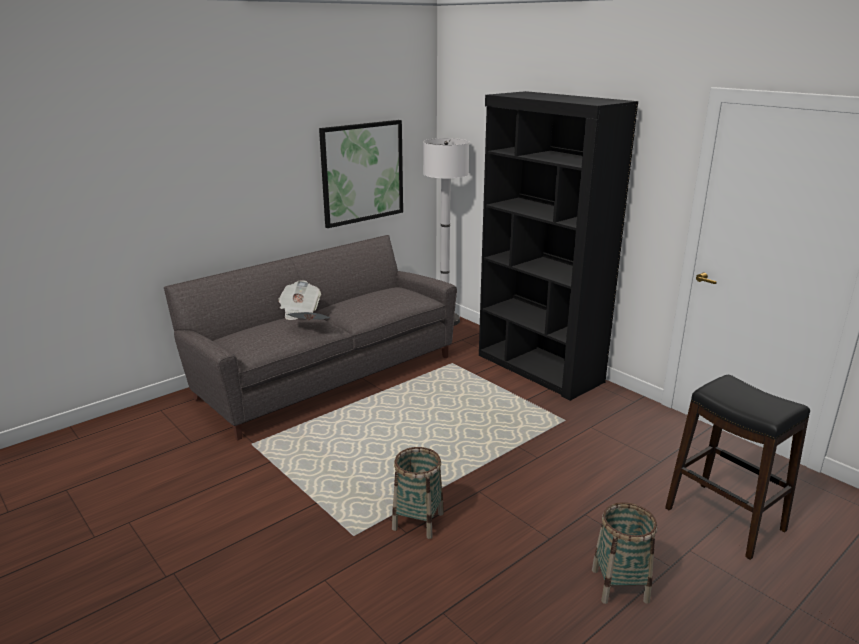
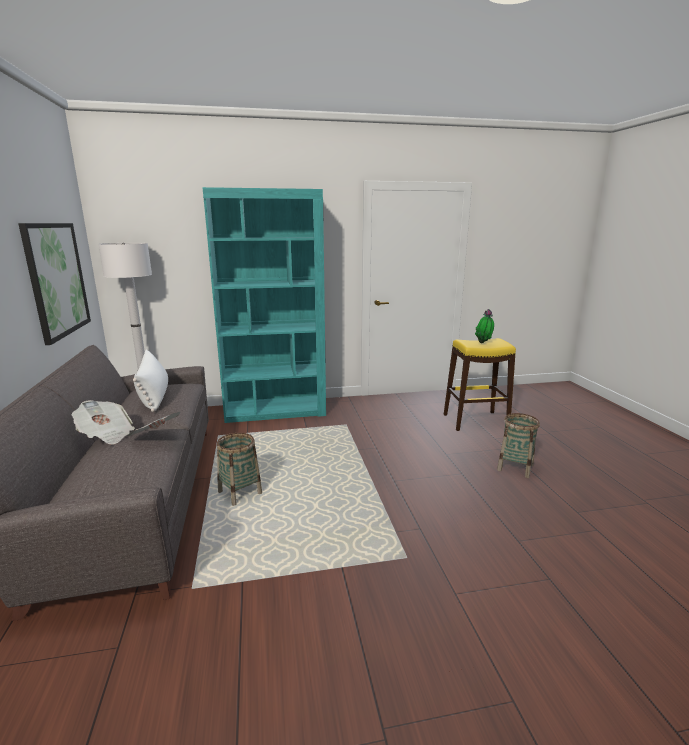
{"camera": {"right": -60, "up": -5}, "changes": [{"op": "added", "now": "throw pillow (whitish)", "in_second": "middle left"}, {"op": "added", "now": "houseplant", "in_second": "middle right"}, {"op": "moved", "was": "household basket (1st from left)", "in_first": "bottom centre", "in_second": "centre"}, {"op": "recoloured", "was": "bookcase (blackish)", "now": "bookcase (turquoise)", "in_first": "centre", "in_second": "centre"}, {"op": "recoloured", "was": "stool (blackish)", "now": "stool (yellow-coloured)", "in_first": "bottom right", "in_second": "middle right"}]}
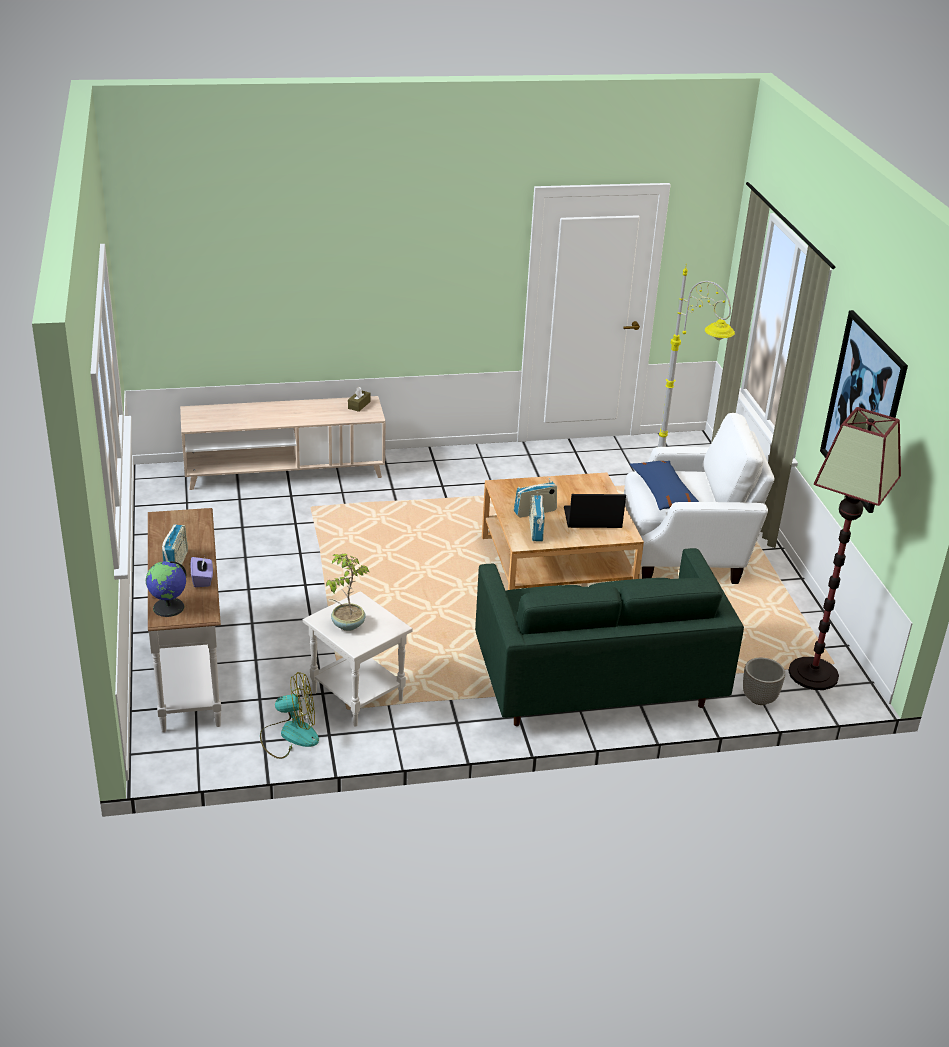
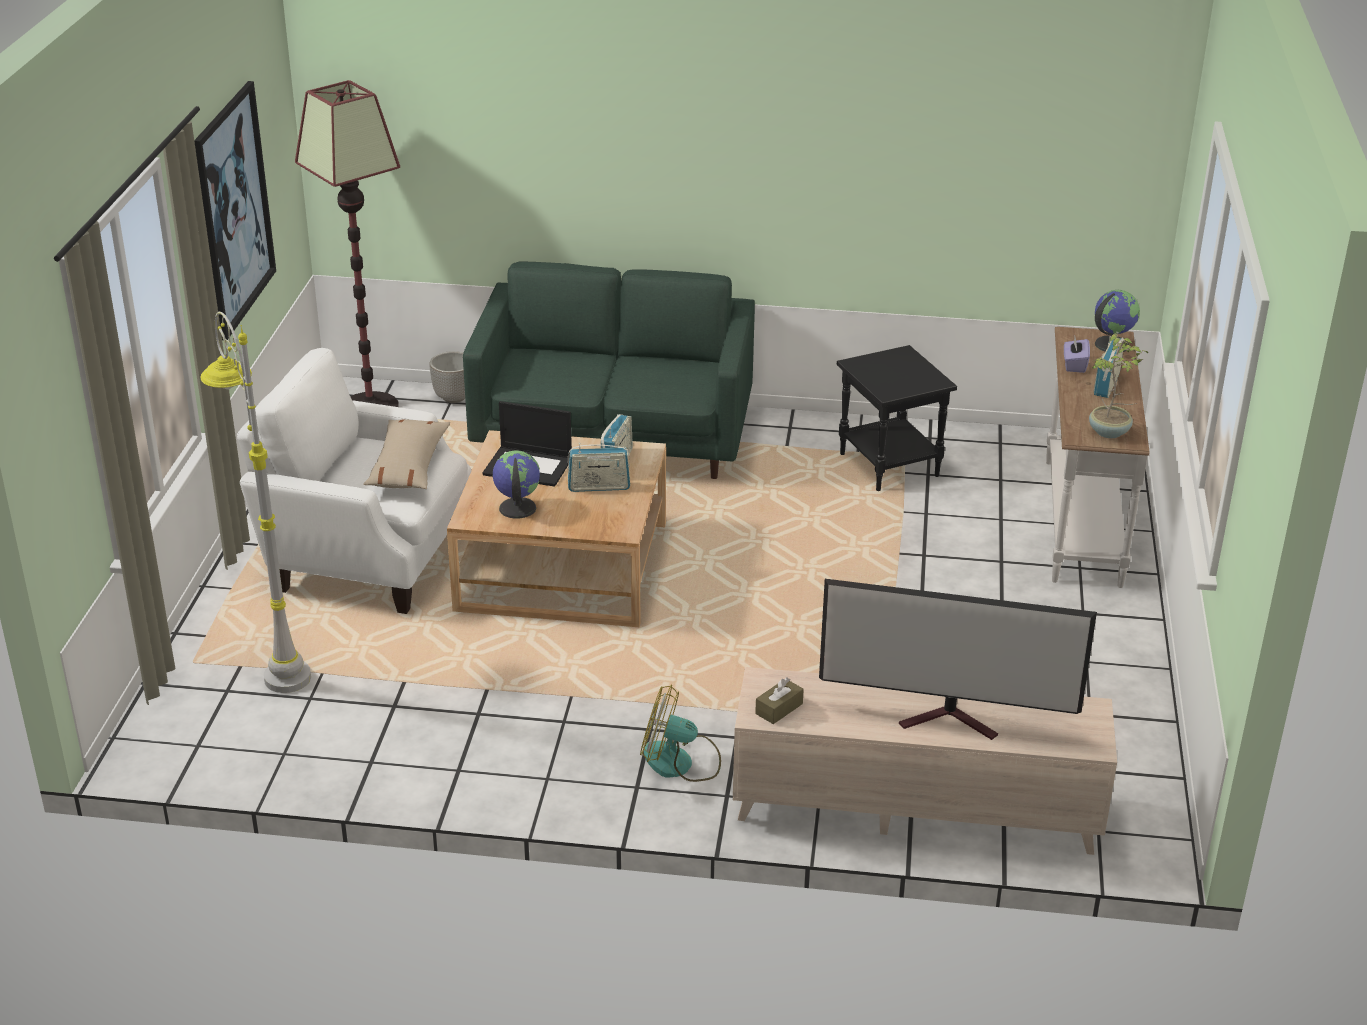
{"camera": {"right": -160, "up": 0}, "changes": [{"op": "added", "now": "globe (1st from left)", "in_second": "centre"}, {"op": "added", "now": "TV set", "in_second": "middle right"}, {"op": "moved", "was": "fan", "in_first": "bottom left", "in_second": "bottom centre"}, {"op": "moved", "was": "houseplant", "in_first": "centre", "in_second": "middle right"}, {"op": "recoloured", "was": "side table (whitish)", "now": "side table (blackish)", "in_first": "centre", "in_second": "centre"}, {"op": "recoloured", "was": "throw pillow (bluish)", "now": "throw pillow (sand-coloured)", "in_first": "middle right", "in_second": "middle left"}]}
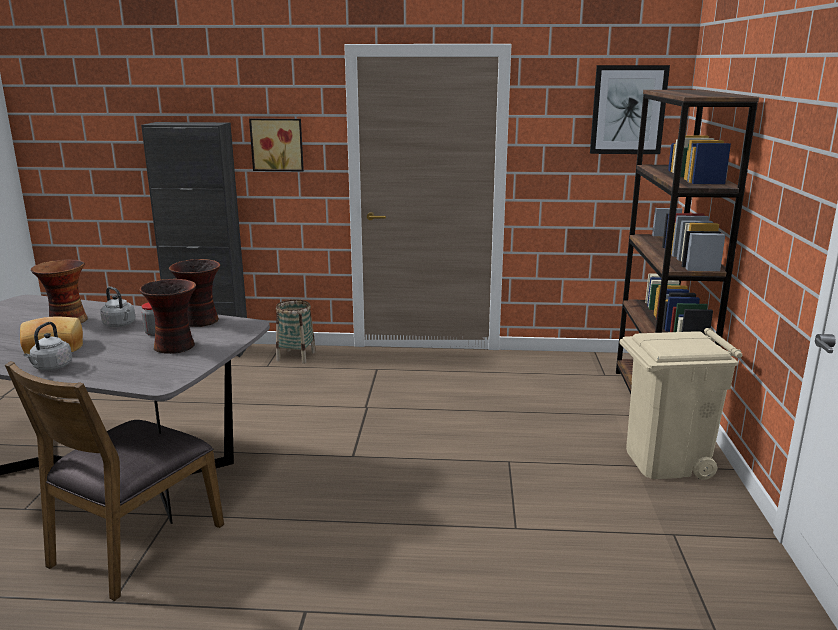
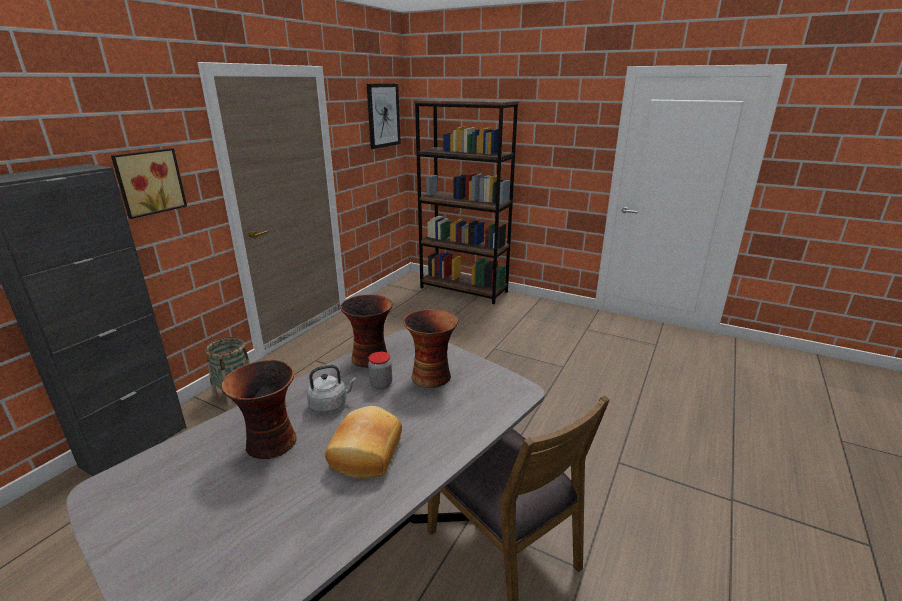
{"camera": {"right": -65, "up": 5}, "changes": [{"op": "removed", "was": "water kettle (grey) (1st from left)", "in_first": "middle left"}, {"op": "removed", "was": "trash can (sand-coloured)", "in_first": "middle right"}]}
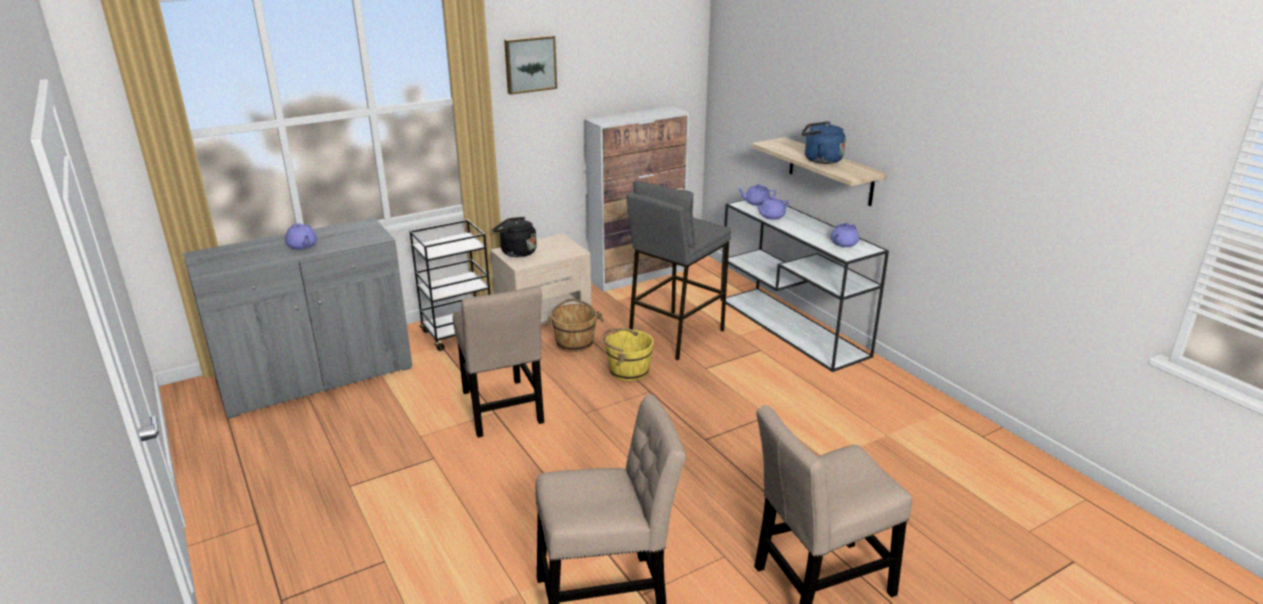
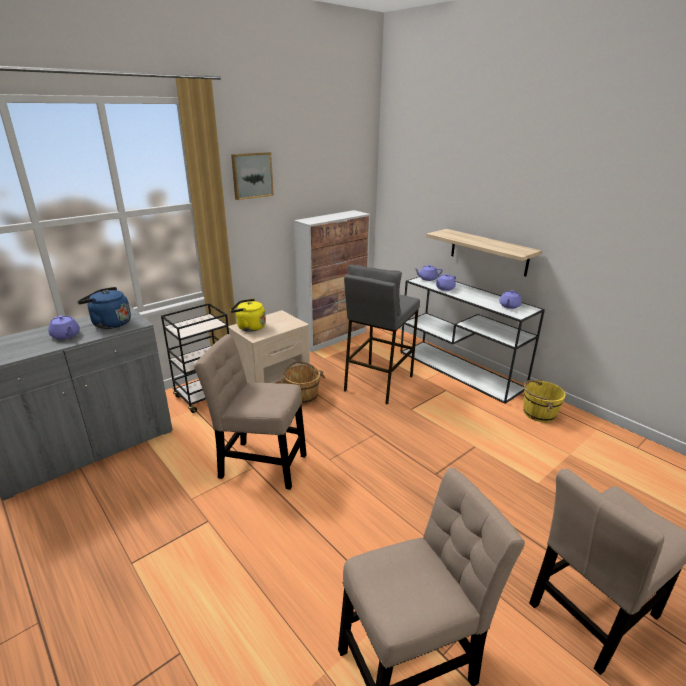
{"camera": {"right": -10, "up": 0}, "changes": [{"op": "moved", "was": "pail (yellow-coloured)", "in_first": "centre", "in_second": "middle right"}, {"op": "moved", "was": "water kettle (bluish)", "in_first": "top centre", "in_second": "middle left"}, {"op": "recoloured", "was": "water kettle (blackish)", "now": "water kettle (yellow-coloured)", "in_first": "centre", "in_second": "centre"}, {"op": "turned", "was": "upright chair (sand-coloured) (1st from left)", "in_first": "centre", "in_second": "centre", "clockwise": 135}]}
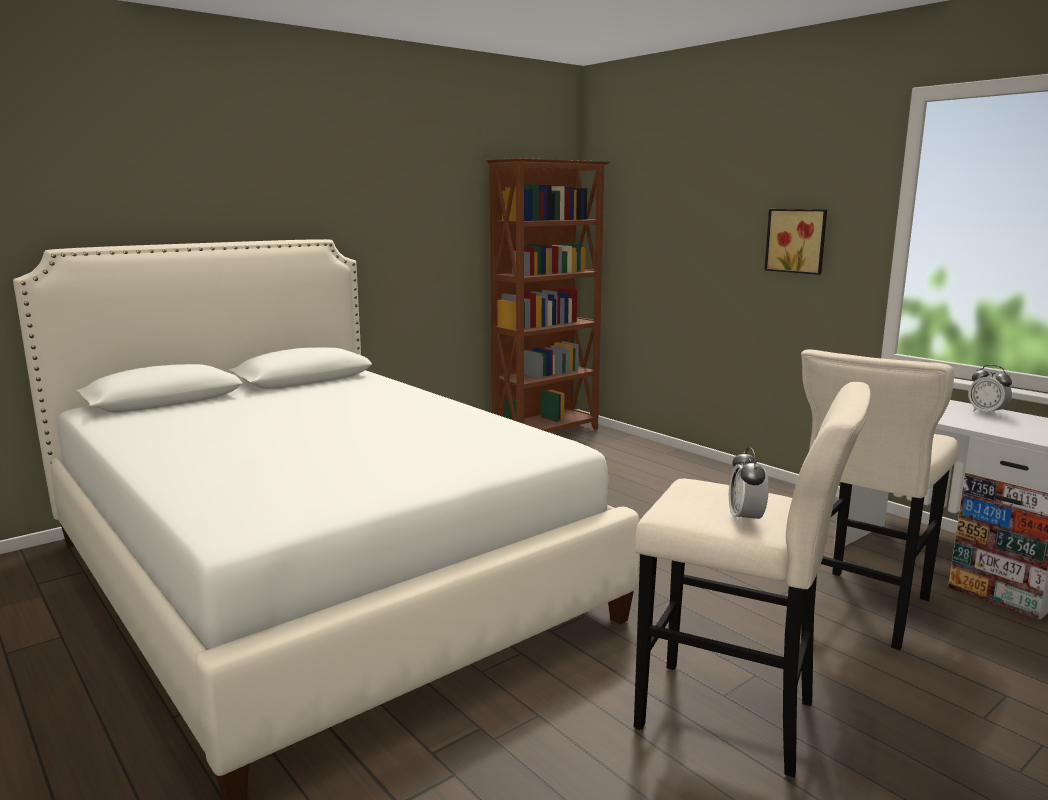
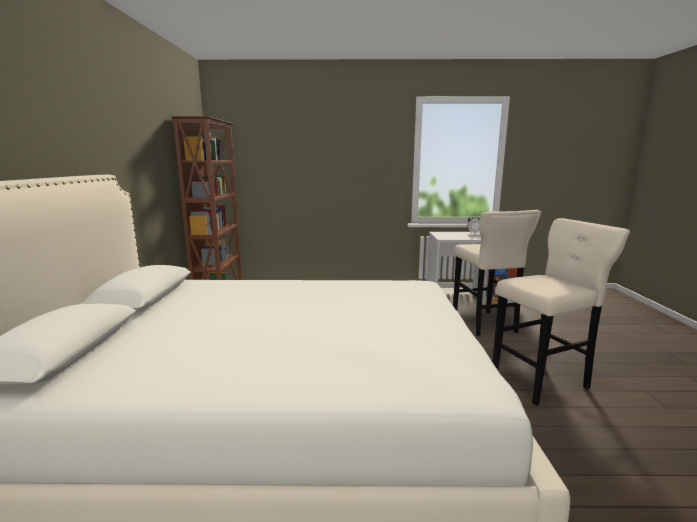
{"camera": {"right": -50, "up": 0}, "changes": [{"op": "removed", "was": "table clock (1st from left)", "in_first": "middle right"}, {"op": "removed", "was": "wall picture", "in_first": "top right"}]}
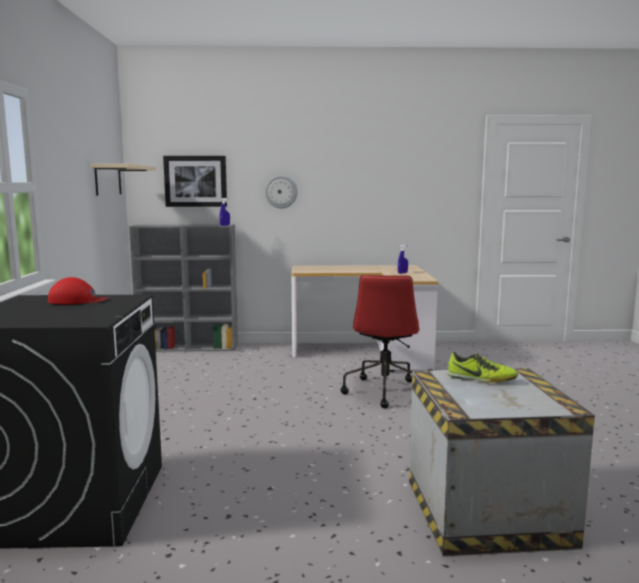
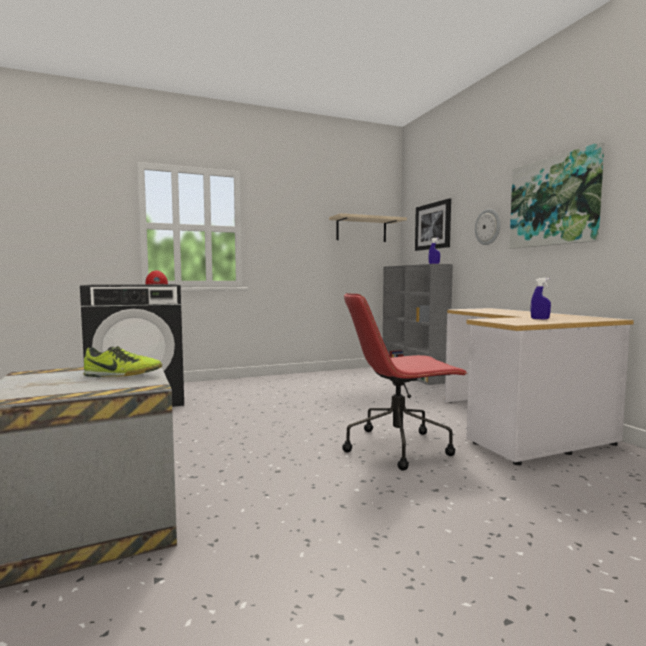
{"camera": {"right": 70, "up": -5}, "changes": [{"op": "added", "now": "wall picture (2nd from left)", "in_second": "top right"}, {"op": "turned", "was": "low shoe", "in_first": "middle right", "in_second": "middle left", "clockwise": -90}]}
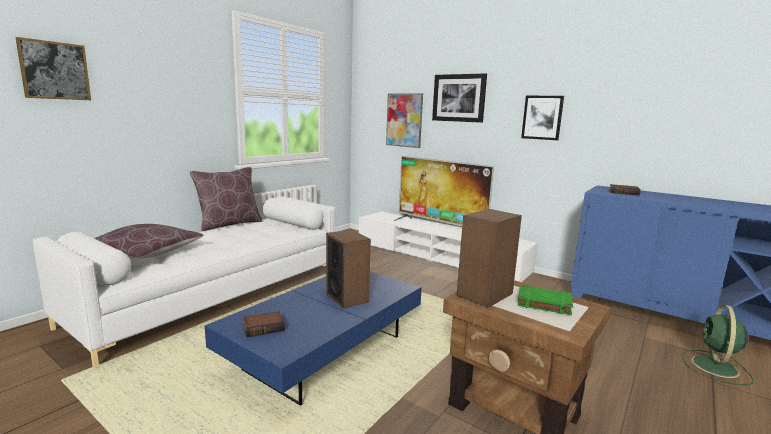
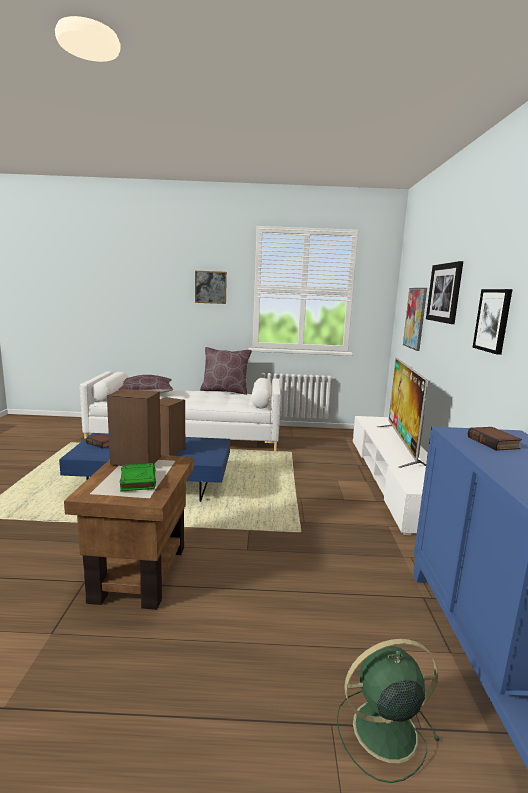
{"camera": {"right": 55, "up": 0}, "changes": [{"op": "moved", "was": "wall picture (1st from left)", "in_first": "top left", "in_second": "centre"}]}
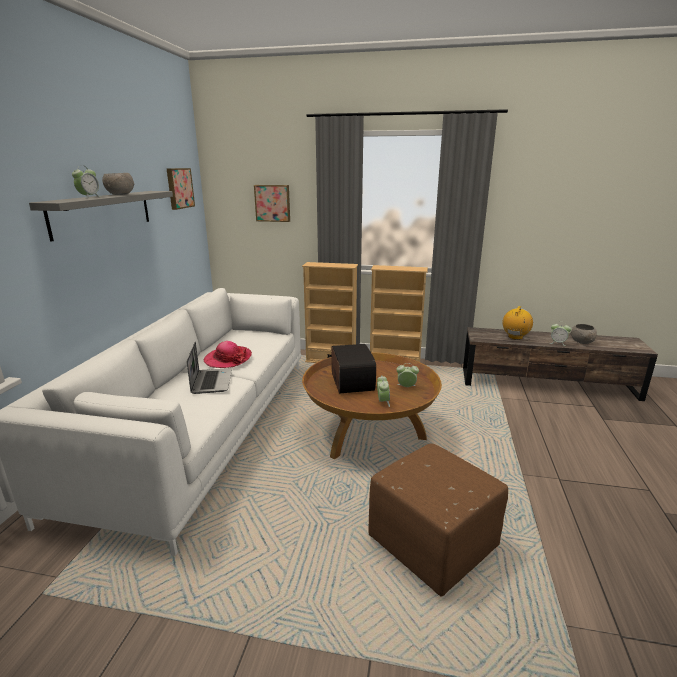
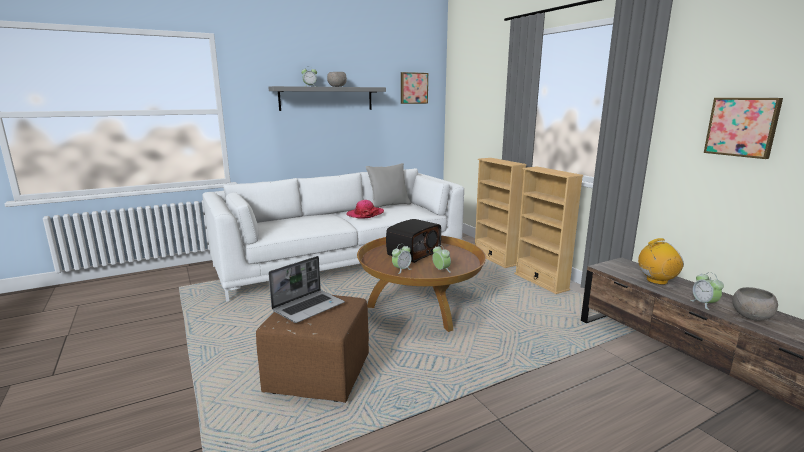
{"camera": {"right": 50, "up": -5}, "changes": [{"op": "added", "now": "throw pillow (grey)", "in_second": "centre"}, {"op": "moved", "was": "laptop", "in_first": "middle left", "in_second": "centre"}, {"op": "moved", "was": "wall picture (2nd from left)", "in_first": "top centre", "in_second": "top right"}]}
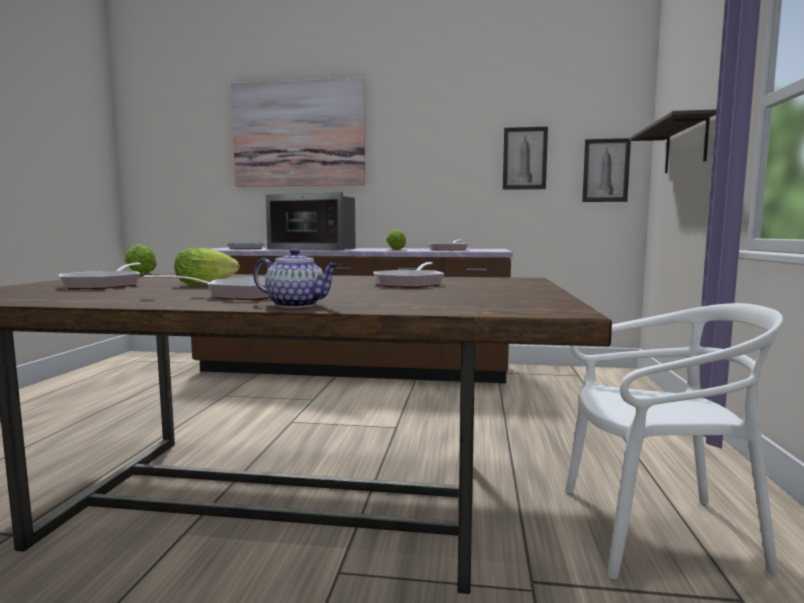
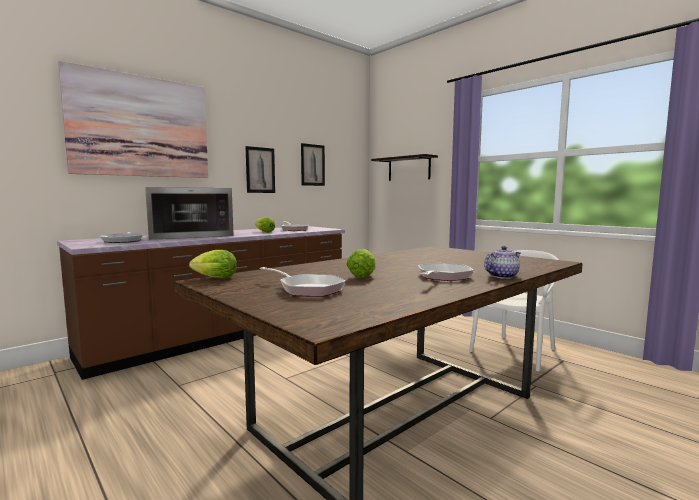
{"camera": {"right": -50, "up": 0}, "changes": [{"op": "removed", "was": "skillet (4th from left)", "in_first": "centre"}, {"op": "moved", "was": "wall picture (3rd from left in the first image)", "now": "wall picture (2nd from left)", "in_first": "top right", "in_second": "centre"}]}
